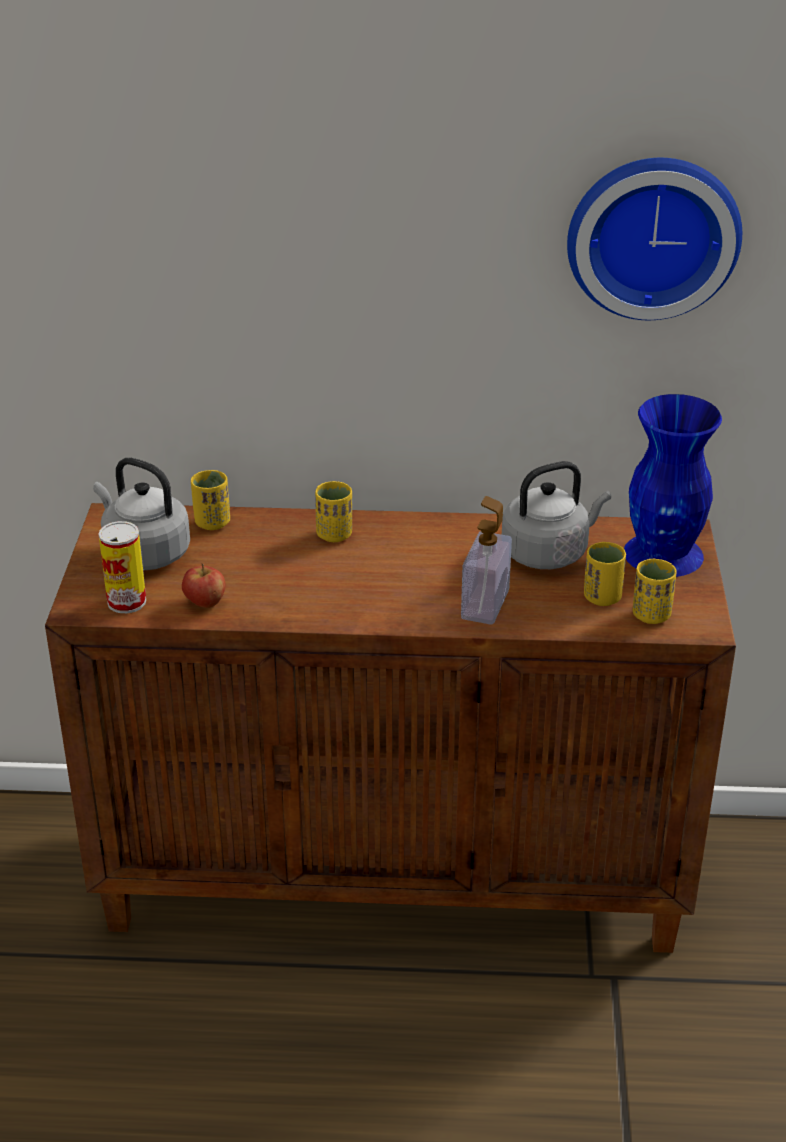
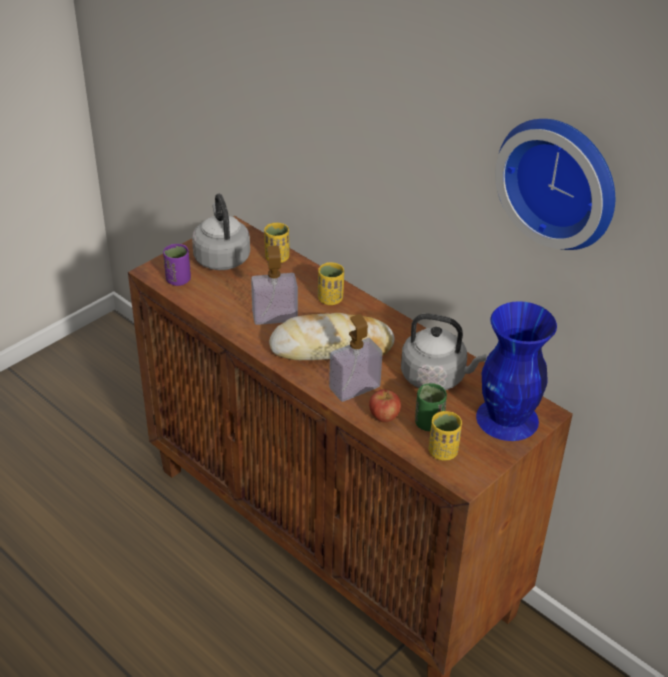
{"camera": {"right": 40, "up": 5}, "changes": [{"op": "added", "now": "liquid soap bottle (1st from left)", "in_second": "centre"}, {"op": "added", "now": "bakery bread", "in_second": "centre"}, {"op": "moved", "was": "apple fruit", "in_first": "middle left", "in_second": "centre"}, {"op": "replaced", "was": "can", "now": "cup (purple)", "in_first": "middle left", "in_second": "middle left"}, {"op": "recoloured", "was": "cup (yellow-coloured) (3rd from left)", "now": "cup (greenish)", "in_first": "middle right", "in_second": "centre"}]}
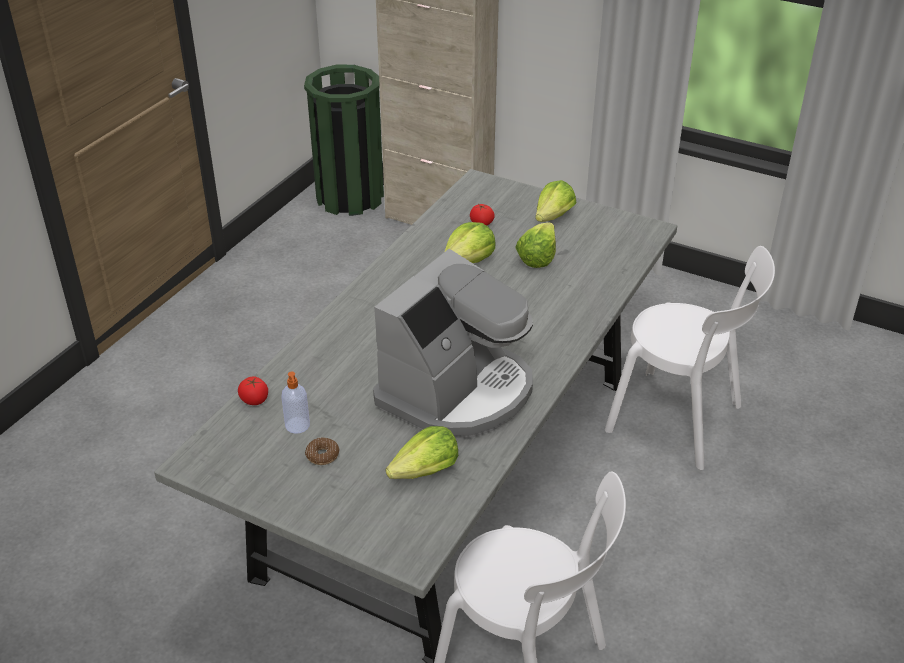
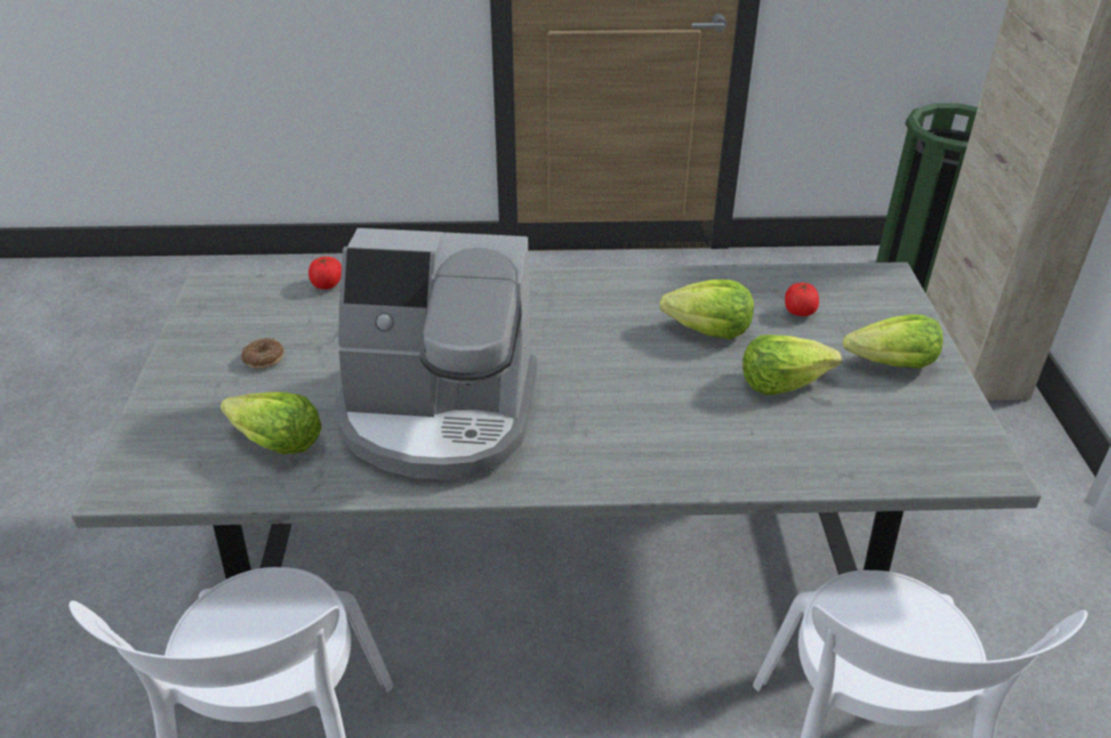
{"camera": {"right": 60, "up": 0}, "changes": [{"op": "removed", "was": "liquid soap bottle", "in_first": "middle left"}]}
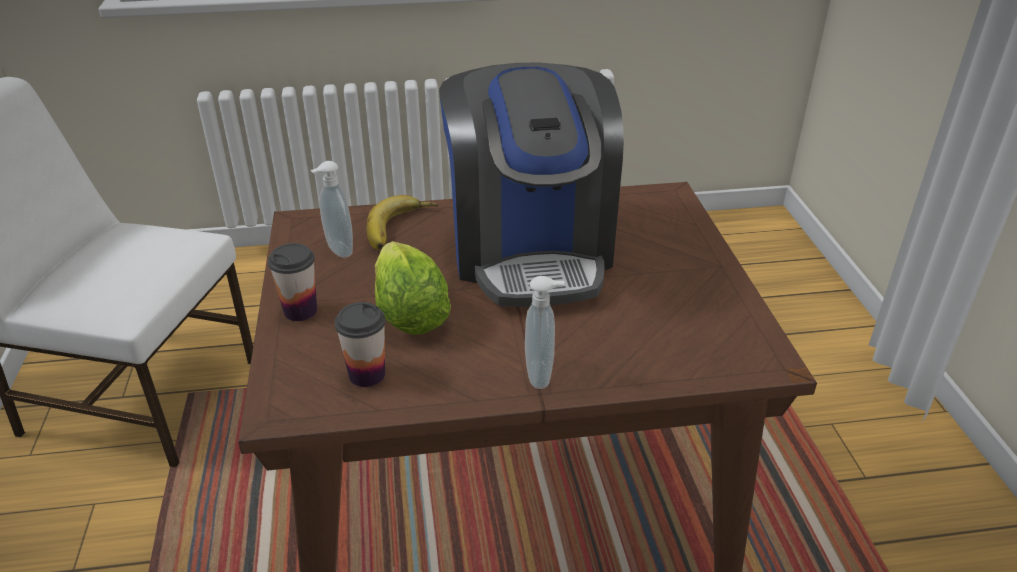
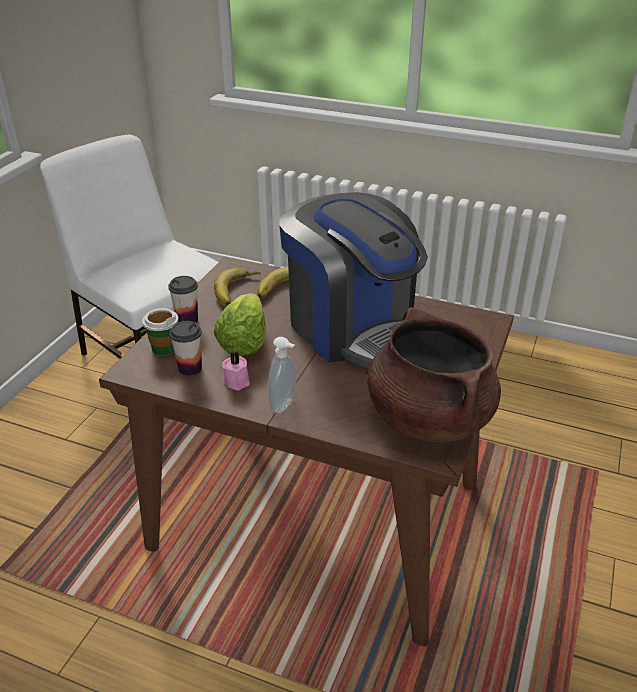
{"camera": {"right": 30, "up": 0}, "changes": [{"op": "added", "now": "cup (1st from left)", "in_second": "middle left"}, {"op": "added", "now": "candle (pinkish)", "in_second": "centre"}, {"op": "added", "now": "stockpot (brown-coloured)", "in_second": "middle right"}, {"op": "replaced", "was": "liquid soap bottle (1st from left)", "now": "banana (1st from left)", "in_first": "middle left", "in_second": "centre"}, {"op": "turned", "was": "coffee brewer", "in_first": "top centre", "in_second": "centre", "clockwise": -60}]}
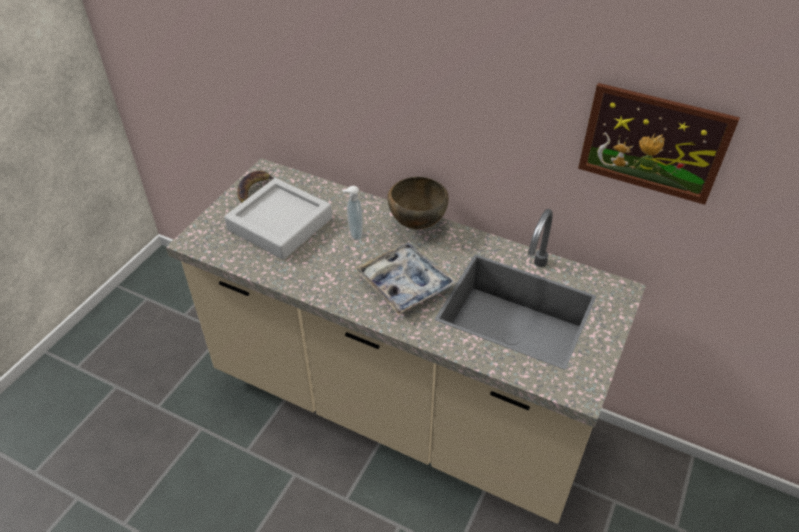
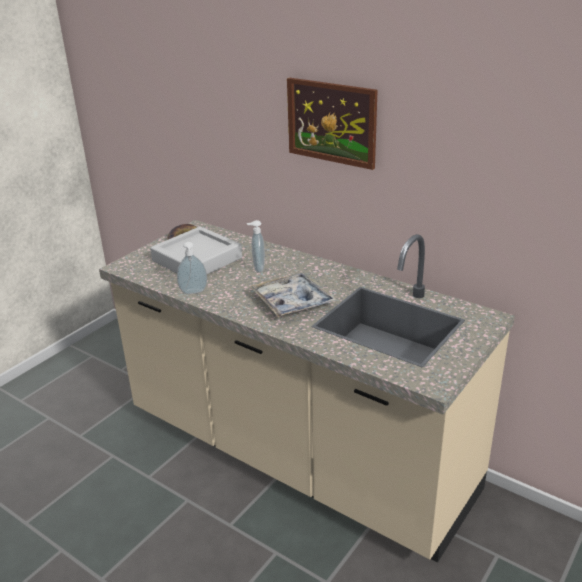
{"camera": {"right": 10, "up": -15}, "changes": [{"op": "removed", "was": "bowl (brown-coloured)", "in_first": "centre"}, {"op": "added", "now": "liquid soap bottle (1st from left)", "in_second": "middle left"}, {"op": "moved", "was": "wall picture", "in_first": "top right", "in_second": "top centre"}]}
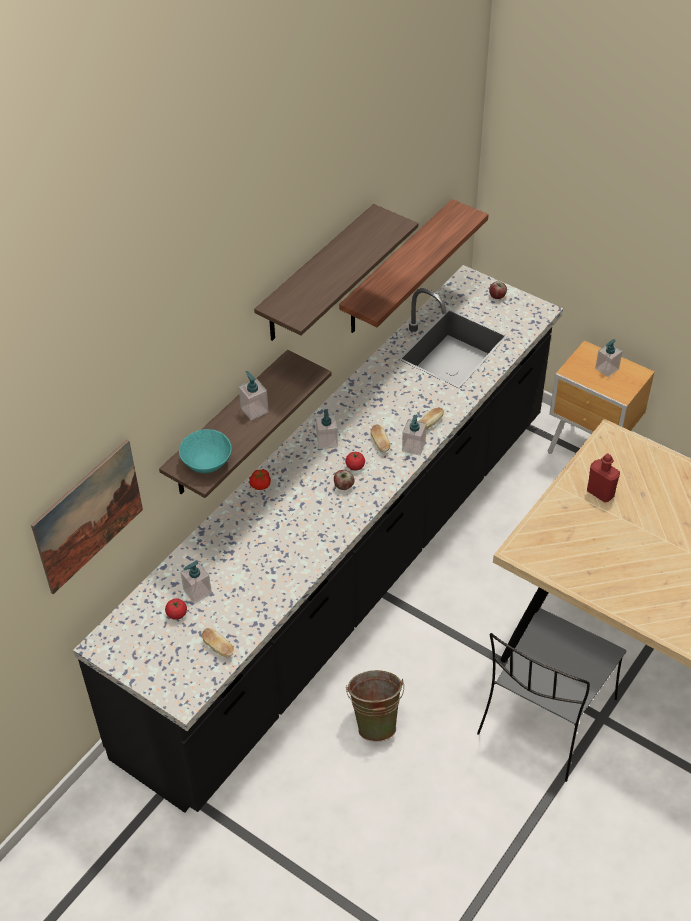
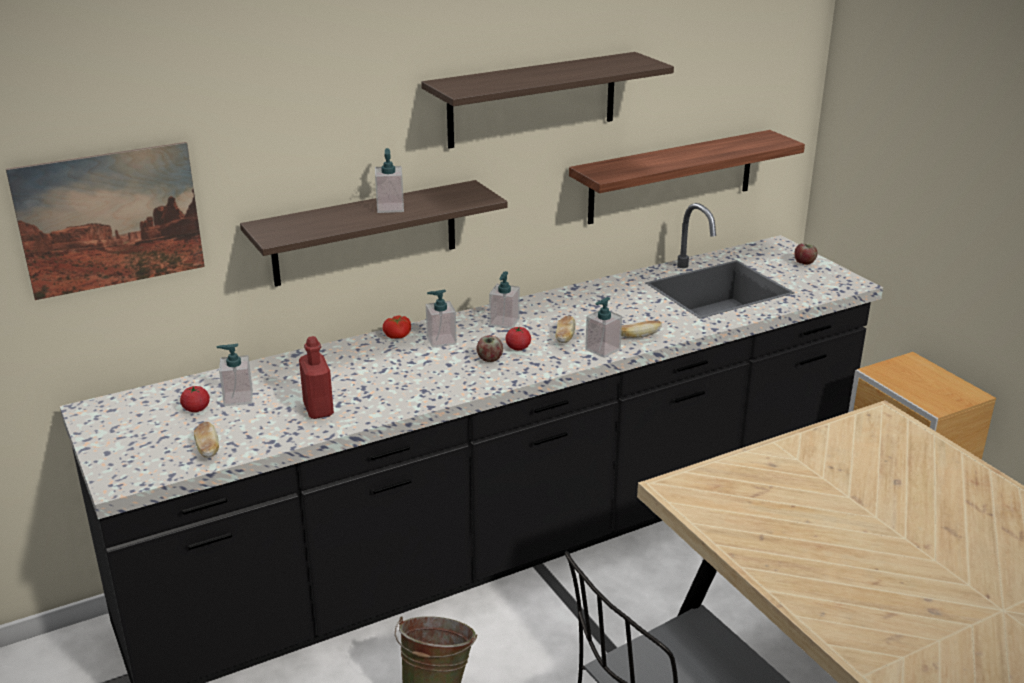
{"camera": {"right": 25, "up": -20}, "changes": [{"op": "removed", "was": "bowl (turquoise)", "in_first": "middle left"}, {"op": "moved", "was": "bottle (red-coloured)", "in_first": "middle right", "in_second": "middle left"}, {"op": "moved", "was": "liquid soap bottle (5th from left in the first image)", "now": "liquid soap bottle (3rd from left)", "in_first": "middle right", "in_second": "centre"}]}
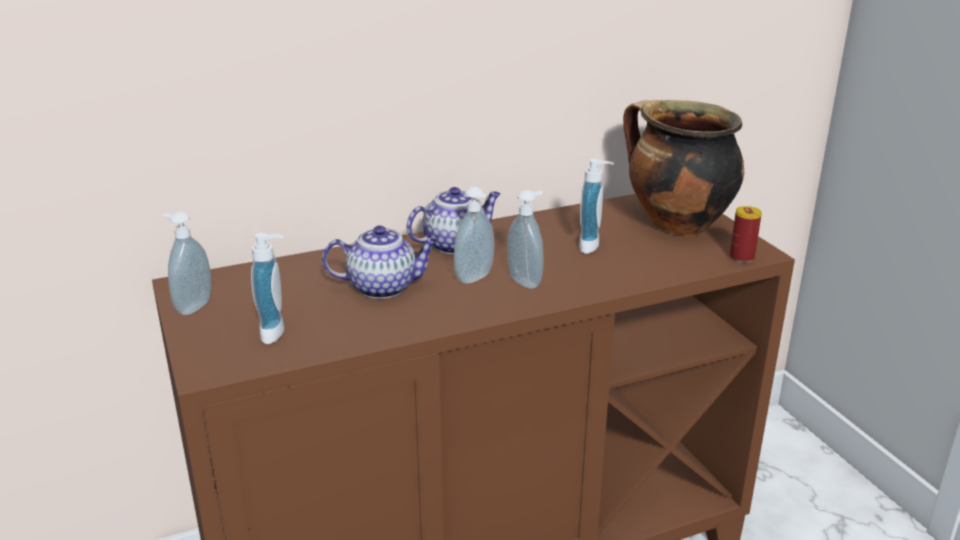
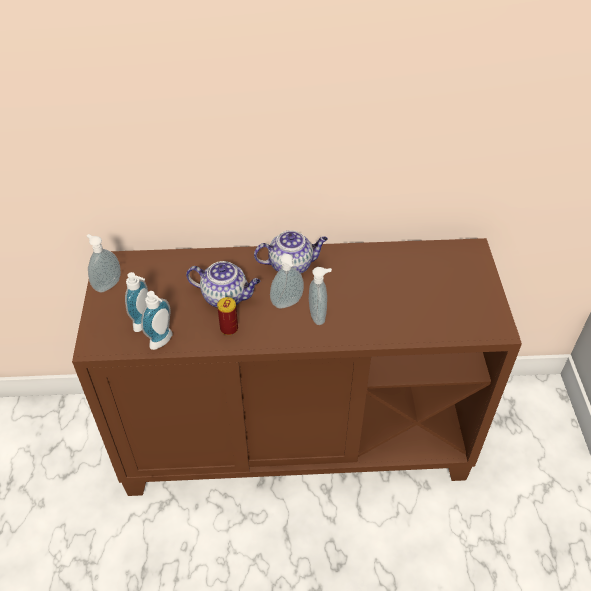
{"camera": {"right": 20, "up": 20}, "changes": [{"op": "removed", "was": "stockpot", "in_first": "top right"}, {"op": "moved", "was": "liquid soap bottle (5th from left in the first image)", "now": "liquid soap bottle (3rd from left)", "in_first": "centre", "in_second": "middle left"}, {"op": "moved", "was": "can", "in_first": "middle right", "in_second": "centre"}]}
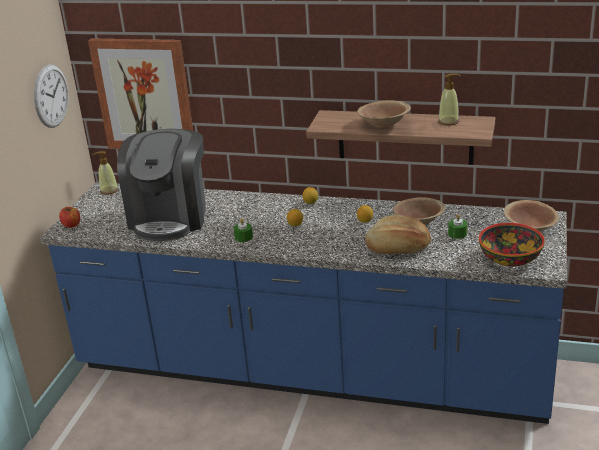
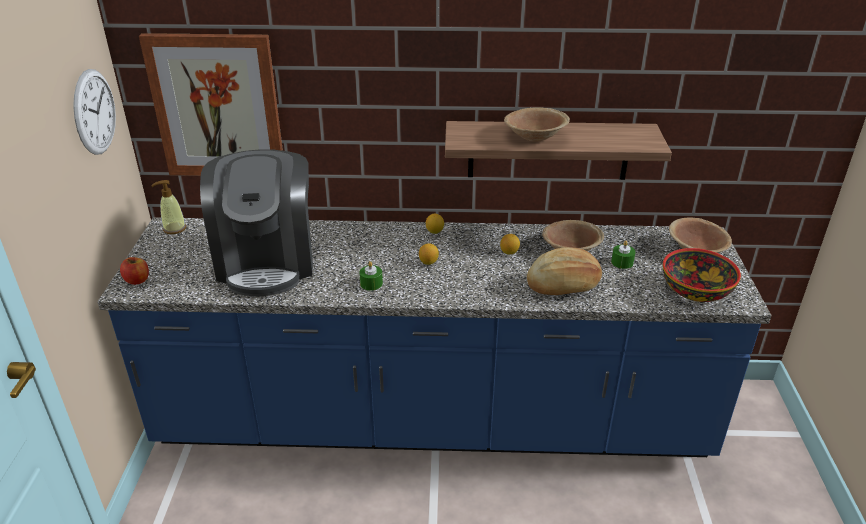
{"camera": {"right": -15, "up": 5}, "changes": [{"op": "removed", "was": "liquid soap bottle (2nd from left)", "in_first": "top right"}]}
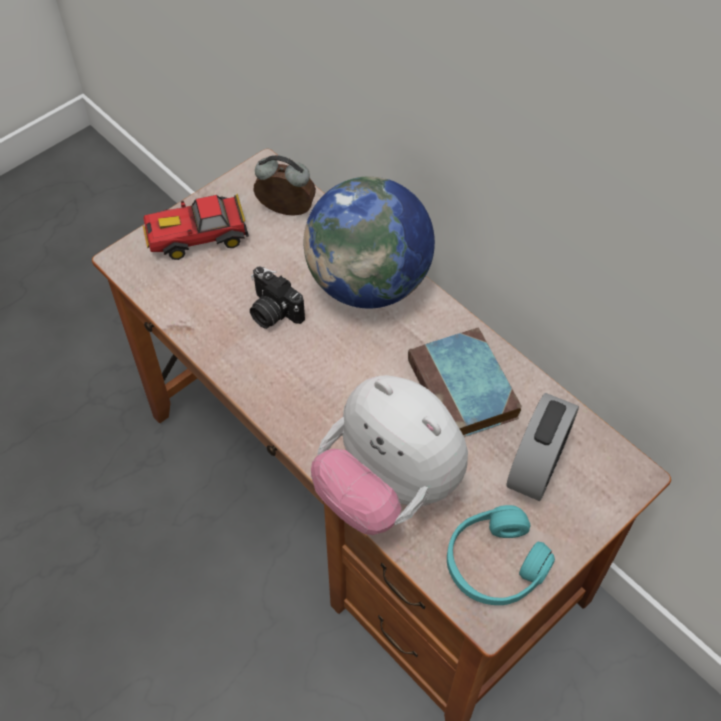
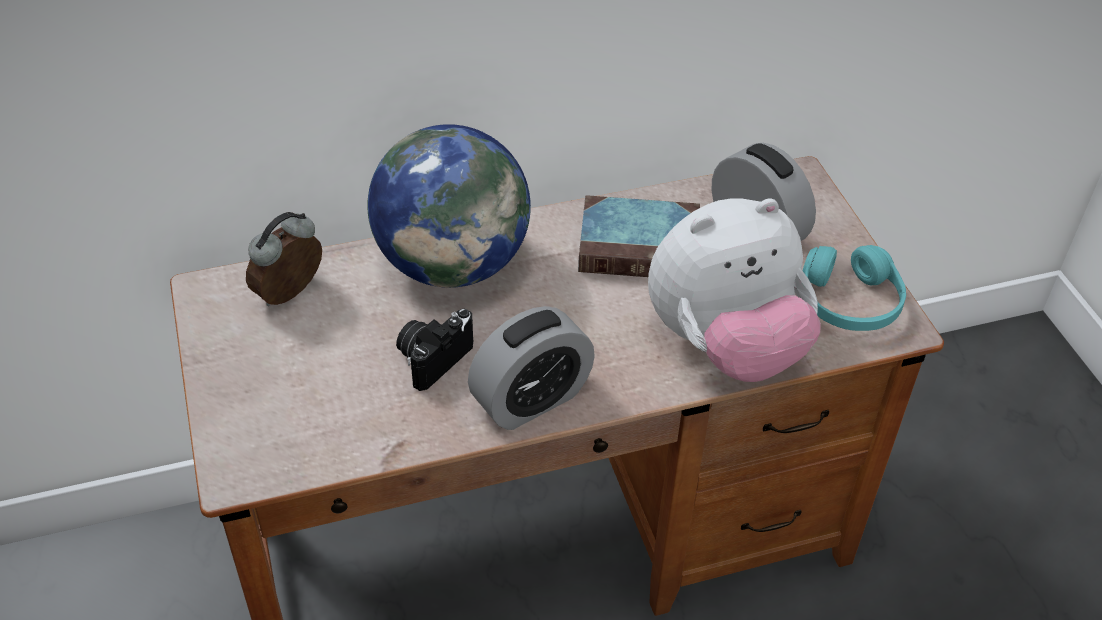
{"camera": {"right": -65, "up": -10}, "changes": [{"op": "removed", "was": "miniature car", "in_first": "top left"}, {"op": "added", "now": "table clock (2nd from left)", "in_second": "centre"}, {"op": "turned", "was": "still camera", "in_first": "centre", "in_second": "centre", "clockwise": 150}]}
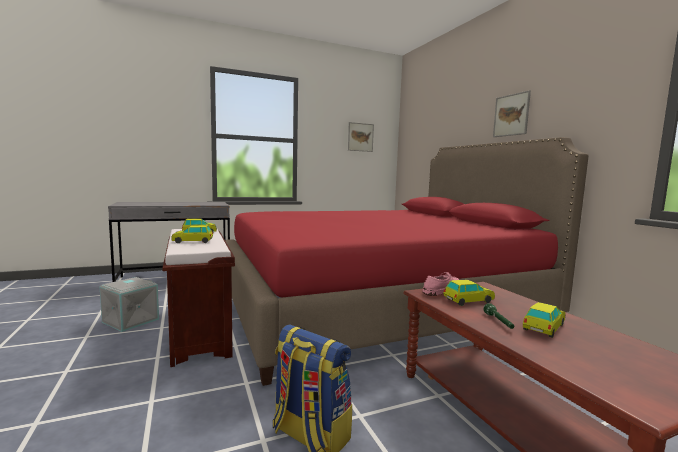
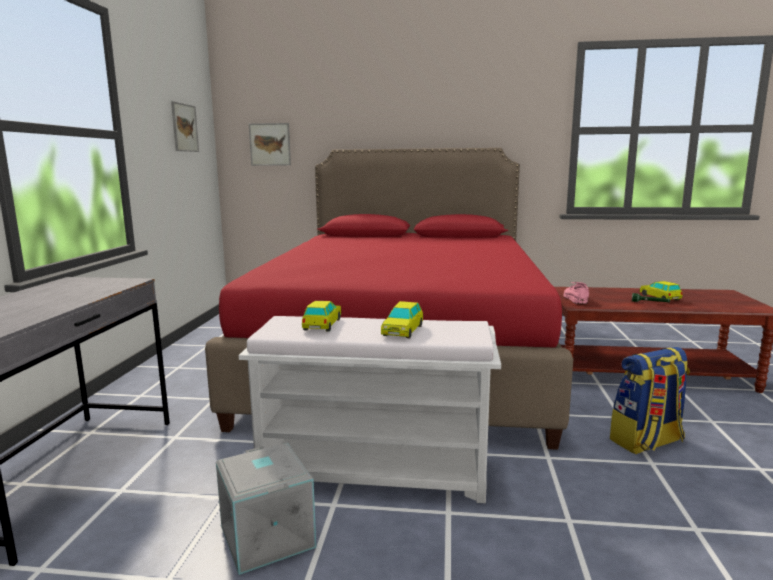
{"camera": {"right": -60, "up": 5}, "changes": [{"op": "removed", "was": "miniature car (3rd from left)", "in_first": "middle right"}, {"op": "moved", "was": "wall picture (2nd from left)", "in_first": "top right", "in_second": "top centre"}, {"op": "recoloured", "was": "indoor bench (brown-coloured)", "now": "indoor bench (whitish)", "in_first": "middle left", "in_second": "bottom centre"}]}
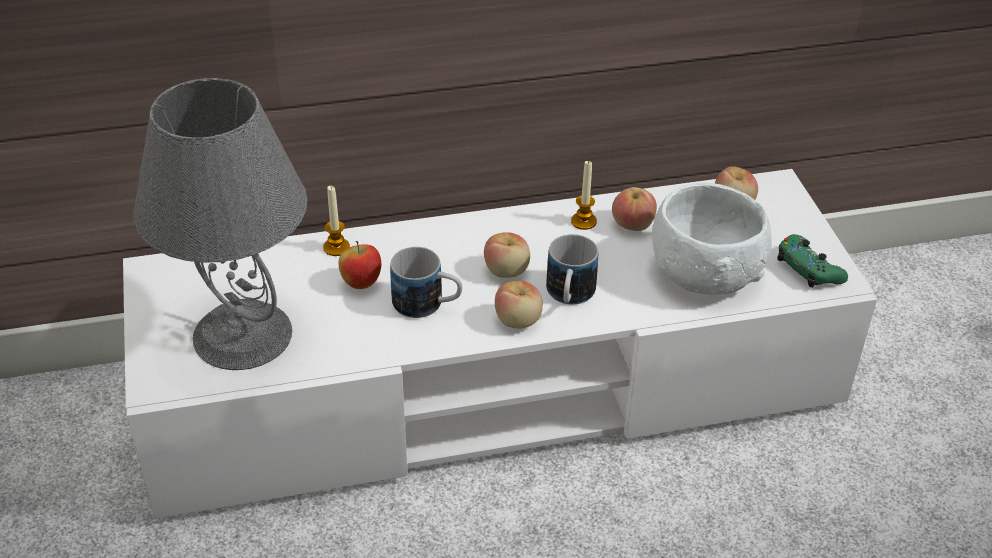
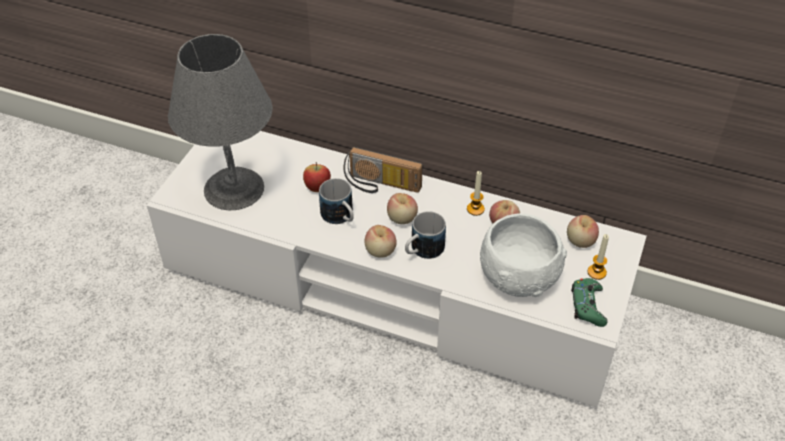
{"camera": {"right": 35, "up": 5}, "changes": [{"op": "added", "now": "radio", "in_second": "centre"}, {"op": "moved", "was": "candle (1st from left in the first image)", "now": "candle (2nd from left)", "in_first": "centre", "in_second": "middle right"}]}
